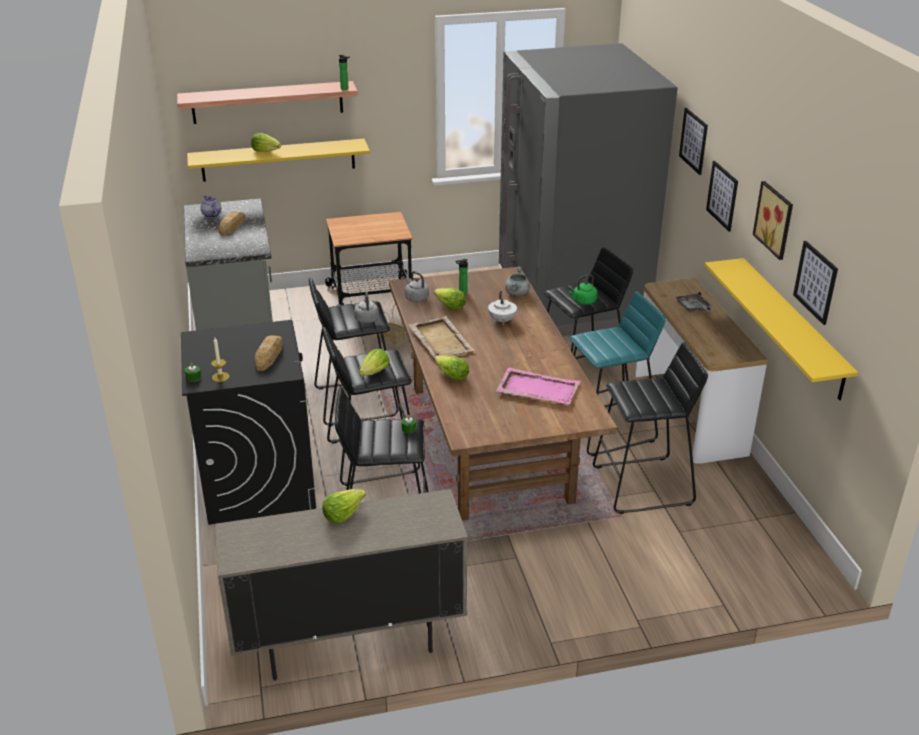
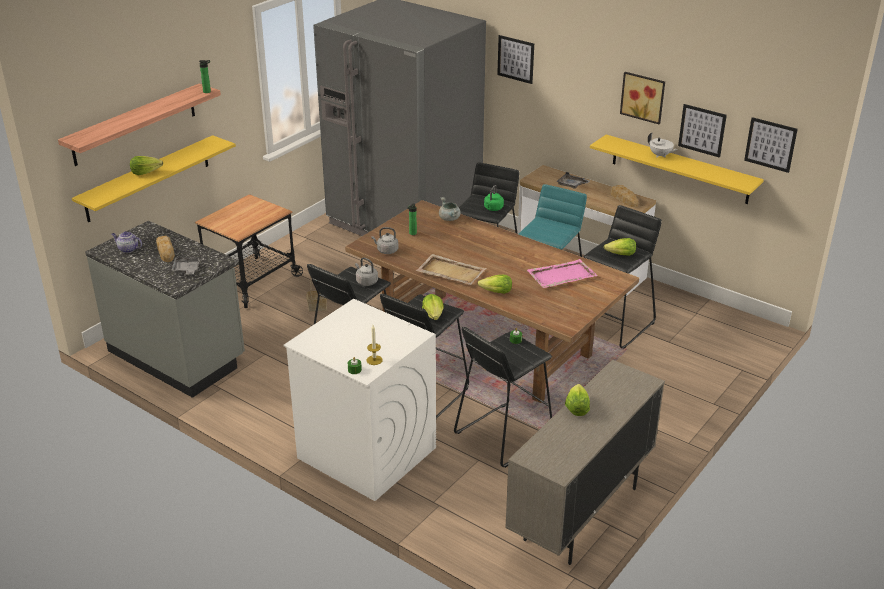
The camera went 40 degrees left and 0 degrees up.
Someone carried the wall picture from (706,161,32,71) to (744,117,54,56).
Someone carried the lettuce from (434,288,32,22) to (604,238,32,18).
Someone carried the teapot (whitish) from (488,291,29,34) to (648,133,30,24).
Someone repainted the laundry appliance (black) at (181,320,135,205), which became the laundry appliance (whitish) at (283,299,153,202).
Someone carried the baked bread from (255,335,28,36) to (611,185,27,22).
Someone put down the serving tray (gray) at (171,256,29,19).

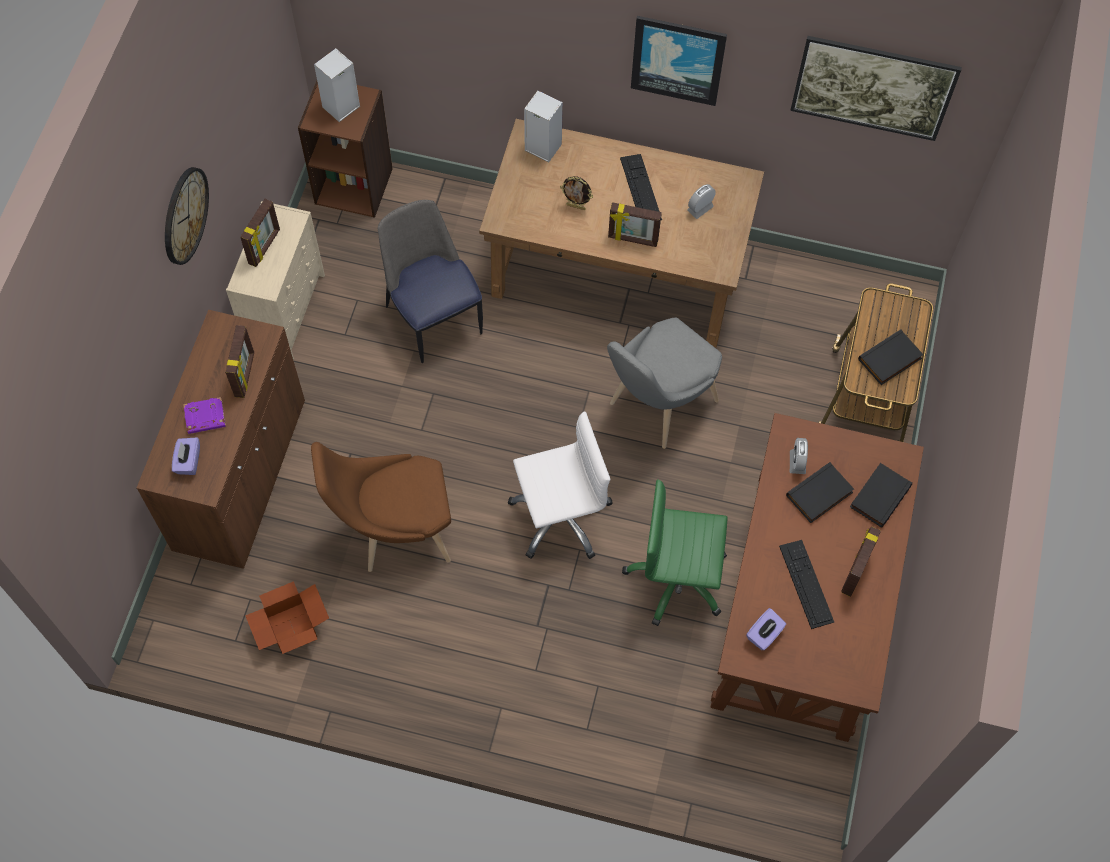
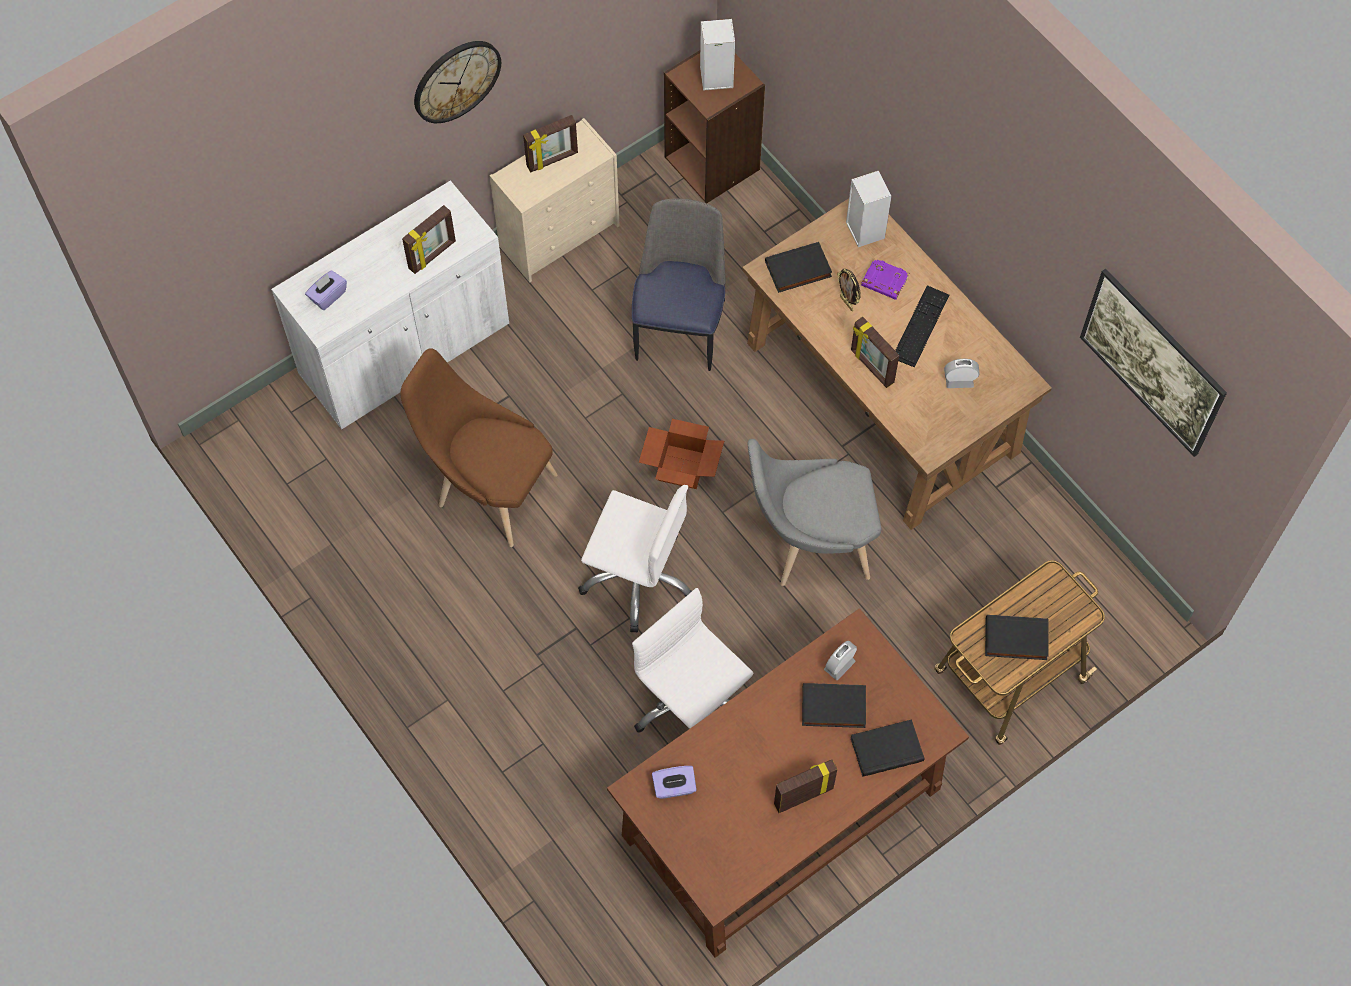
The camera went 40 degrees right and 0 degrees up.
Someone took away the wall picture at (631,16,96,90).
Someone repainted the storage cabinet (brown) at (137,310,168,259), which became the storage cabinet (whitish) at (271,181,238,248).
Someone carried the volume (purple) from (183,397,43,37) to (861,258,49,42).
Someone repainted the computer chair (green-coloured) at (622,479,106,147), which became the computer chair (whitish) at (632,588,121,145).
Someone took away the keyboard at (779,540,55,89).
Someone carried the cardboard box from (245,581,84,73) to (639,419,85,70).
Someone put down the volume (black) at (765,242,67,51).

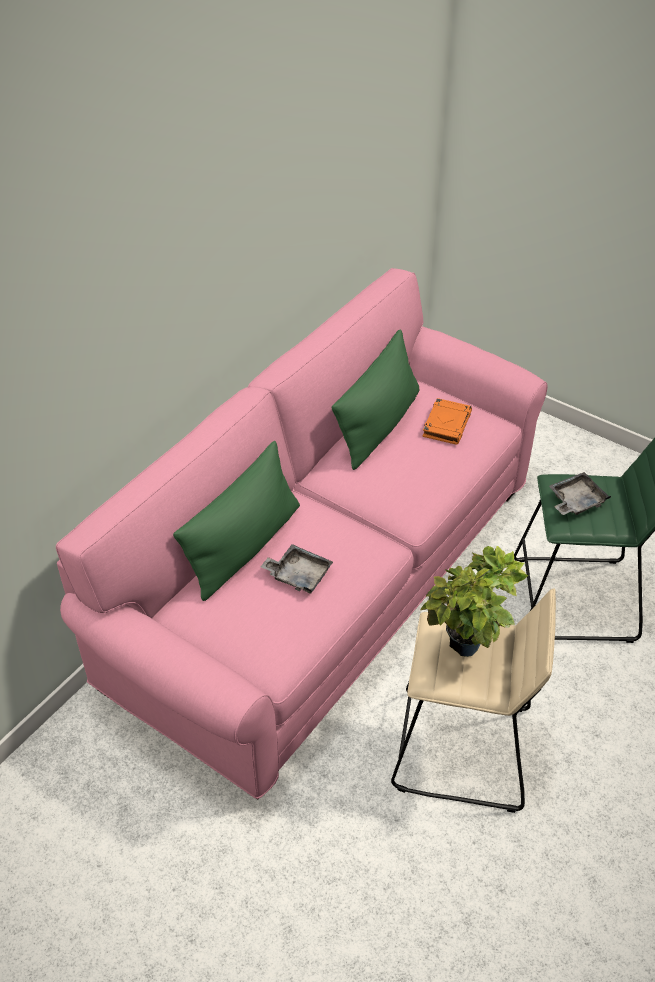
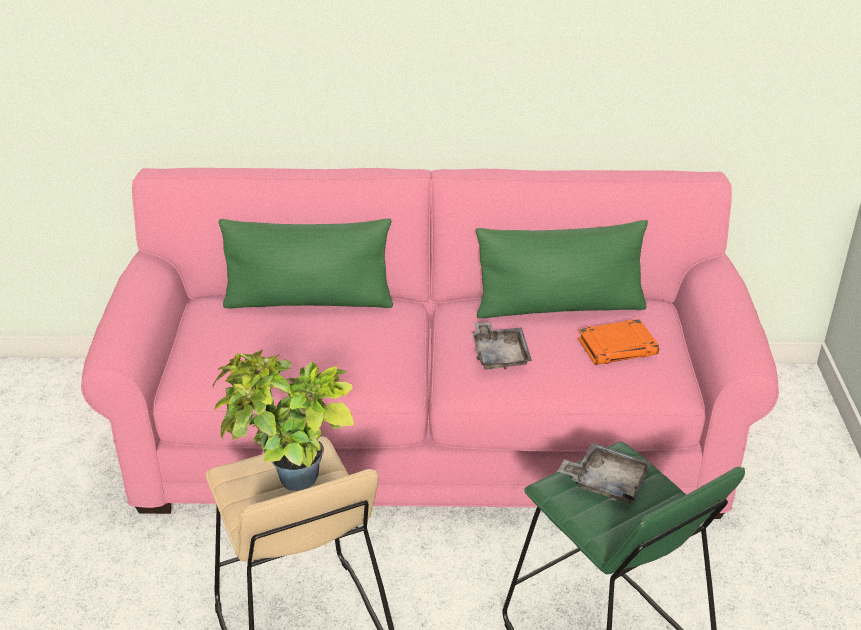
The camera went 55 degrees right and 10 degrees down.
Someone carried the serving tray (gray) from (260,544,73,50) to (472,322,60,48).

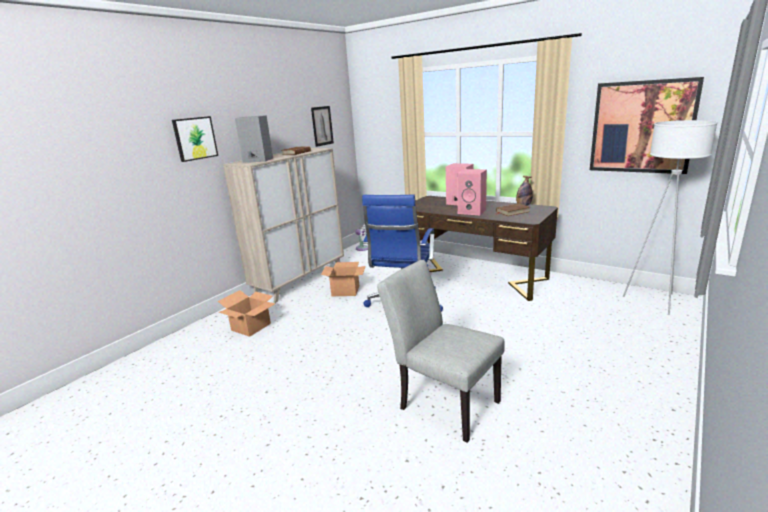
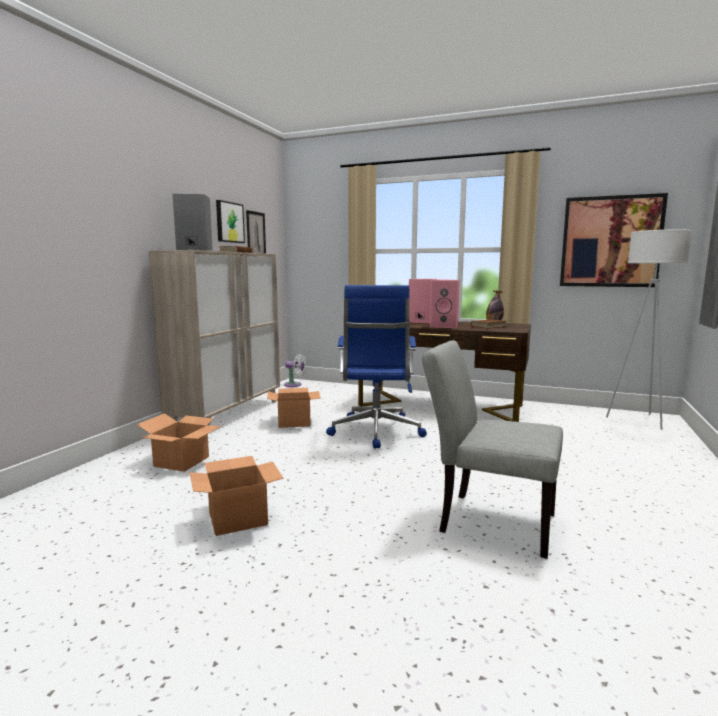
The camera went 15 degrees left and 10 degrees down.
Someone carried the wall picture from (172,116,46,46) to (216,200,29,43).
Someone put down the cardboard box at (190,456,94,80).

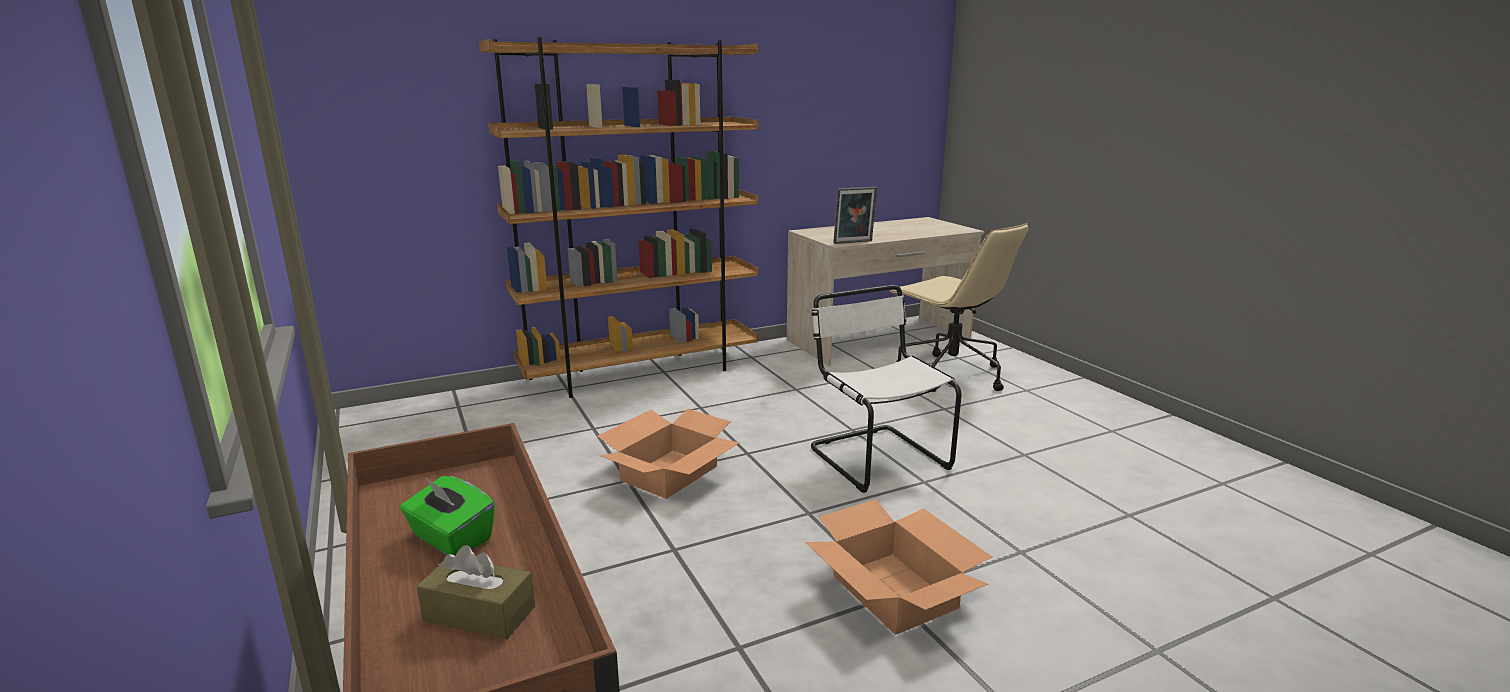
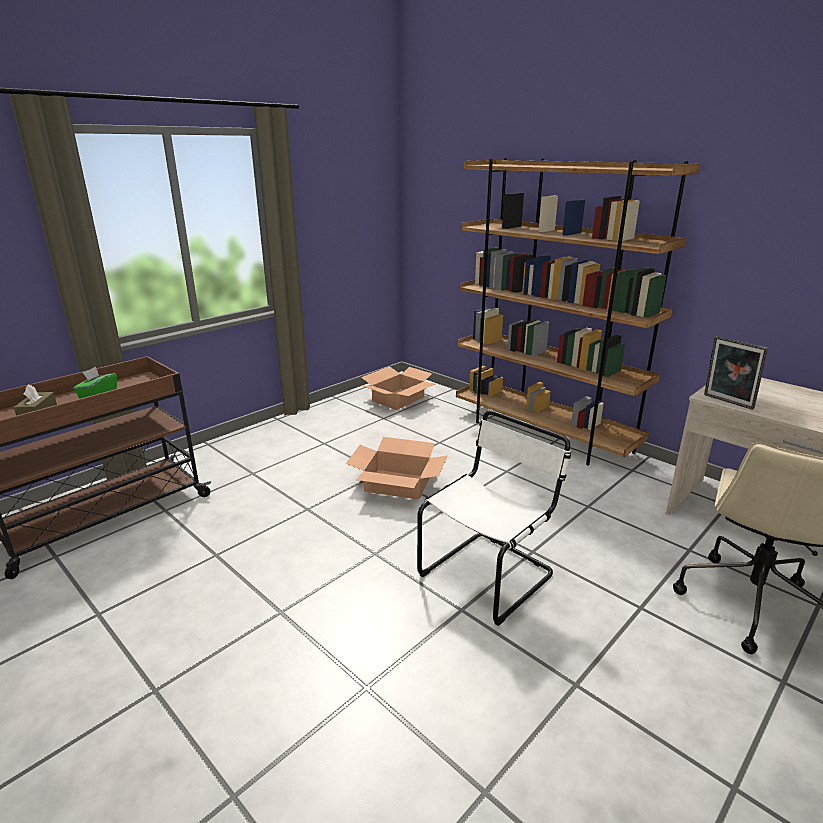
The camera went 70 degrees right and 5 degrees up.
Someone carried the cardboard box from (805,499,187,136) to (361,366,75,44).

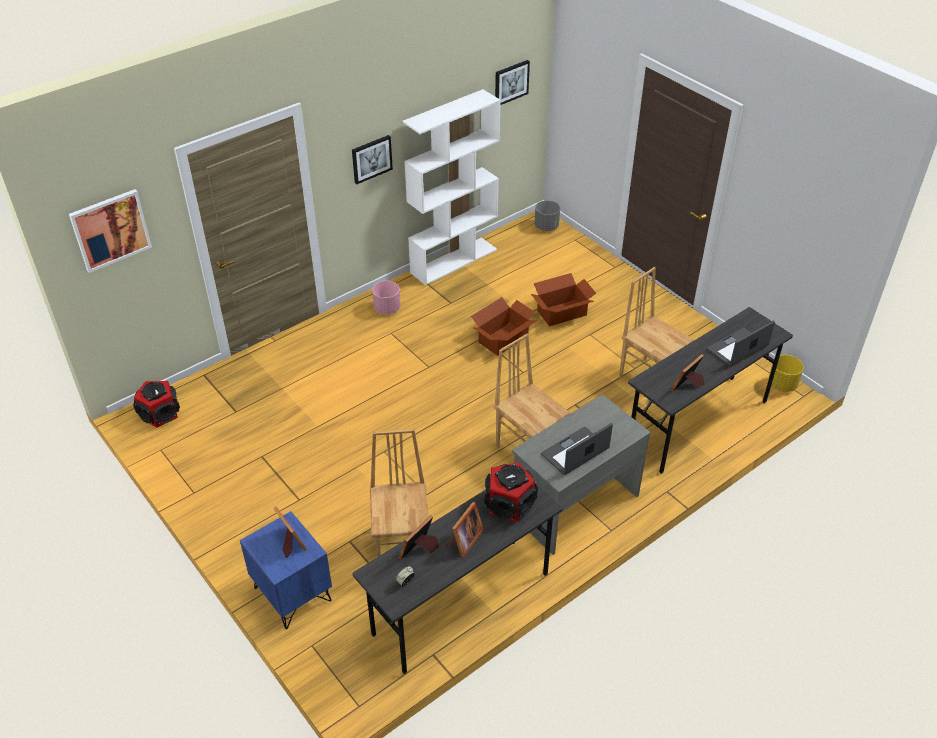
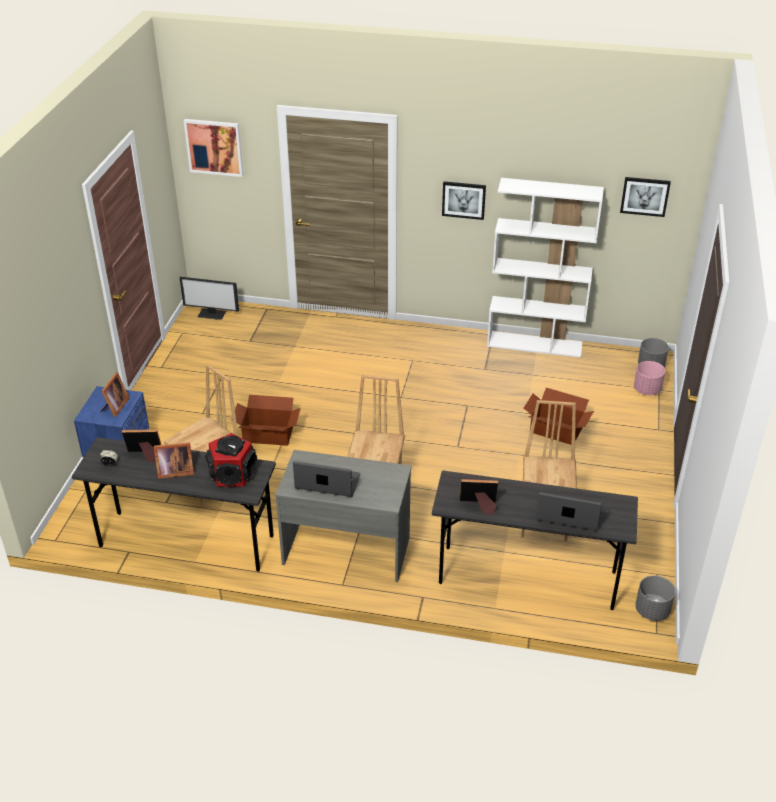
The camera went 50 degrees right and 5 degrees down.
Someone carried the planter (pink-coloured) from (372,281,29,34) to (634,361,31,34).
Someone carried the cardboard box from (471,297,67,59) to (235,395,66,51).
Someone repainted the planter (yellow-coloured) at (768,355,36,37), which became the planter (gray) at (635,575,40,46).
Someone swapped the audio speaker at (133,381,47,47) for the monitor at (179,277,60,43).

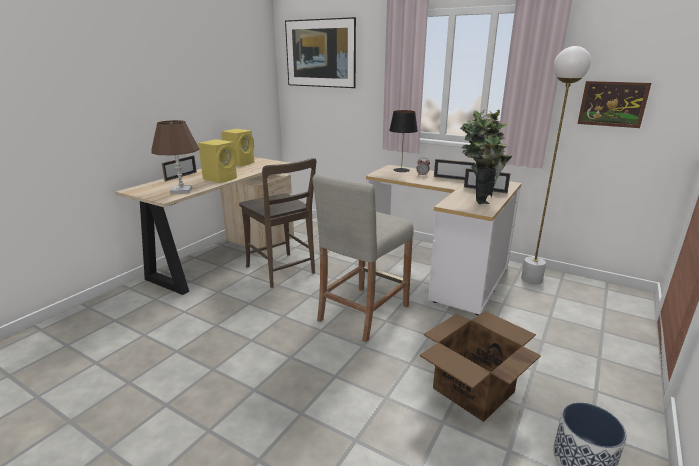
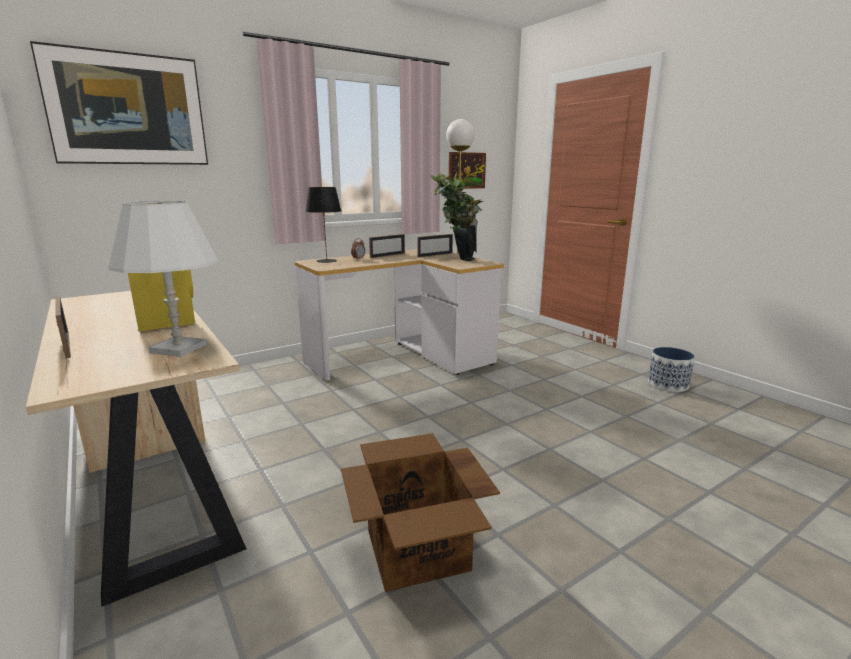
The camera went 65 degrees left and 5 degrees down.
Someone repainted the tabletop lamp (brown) at (151,120,49,74), which became the tabletop lamp (whitish) at (109,201,109,156).
Someone took away the audio speaker (yellow-coloured) at (221,129,33,38).
Someone took away the chair (brown) at (239,158,77,130).
Someone took away the stool seat (beige) at (313,173,101,169).
Someone carried the cardboard box from (420,311,121,111) to (341,433,159,159).

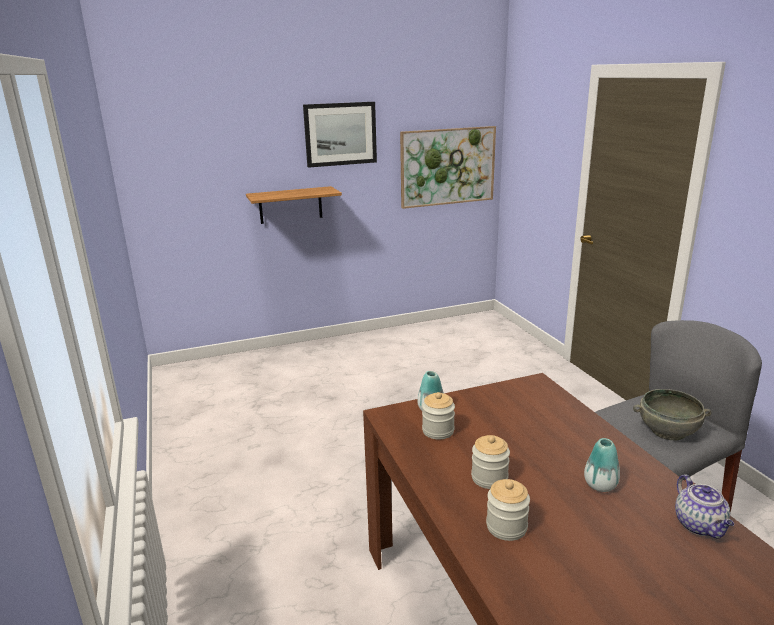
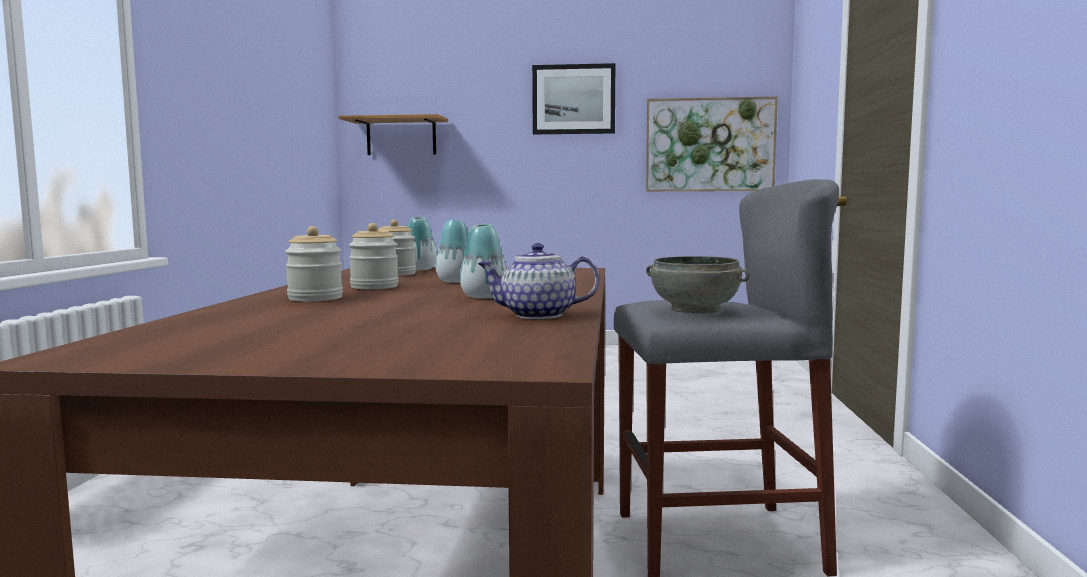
The camera went 25 degrees right and 15 degrees down.
Someone carried the bracket shelf from (246,186,96,38) to (339,114,109,41).
Someone rotated the teapot at (675,474,59,65) by 75 degrees clockwise.
Someone put down the flower vase at (436,220,32,63).

